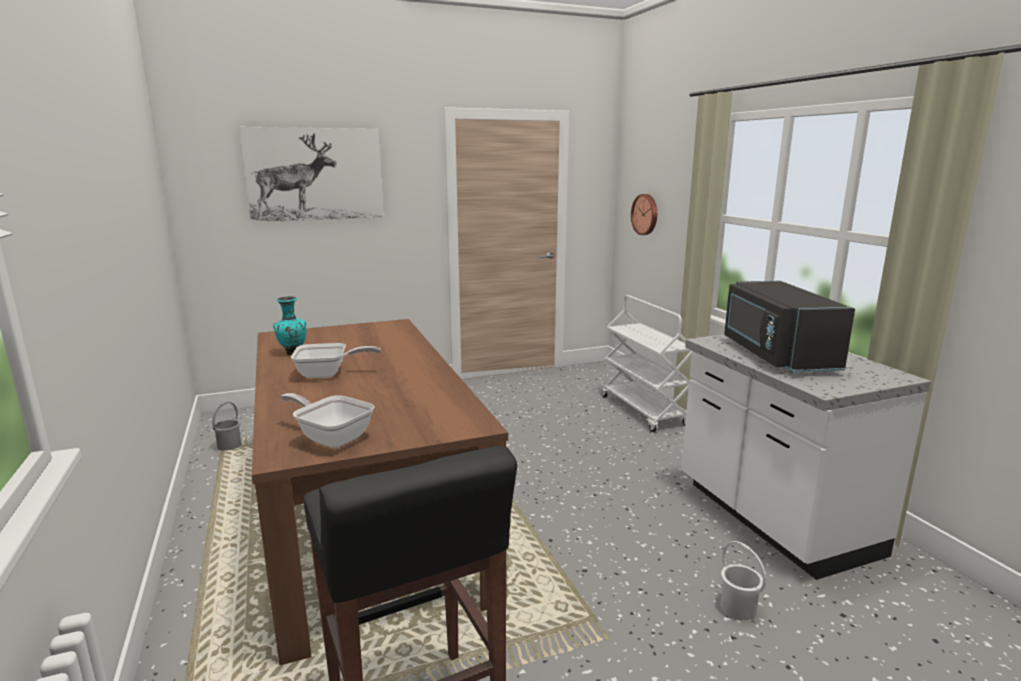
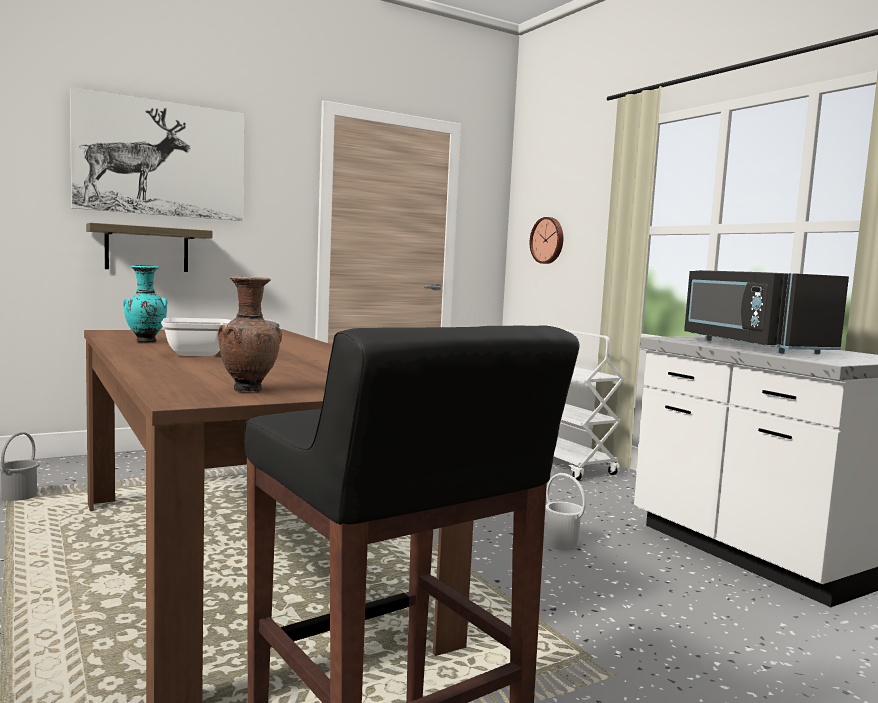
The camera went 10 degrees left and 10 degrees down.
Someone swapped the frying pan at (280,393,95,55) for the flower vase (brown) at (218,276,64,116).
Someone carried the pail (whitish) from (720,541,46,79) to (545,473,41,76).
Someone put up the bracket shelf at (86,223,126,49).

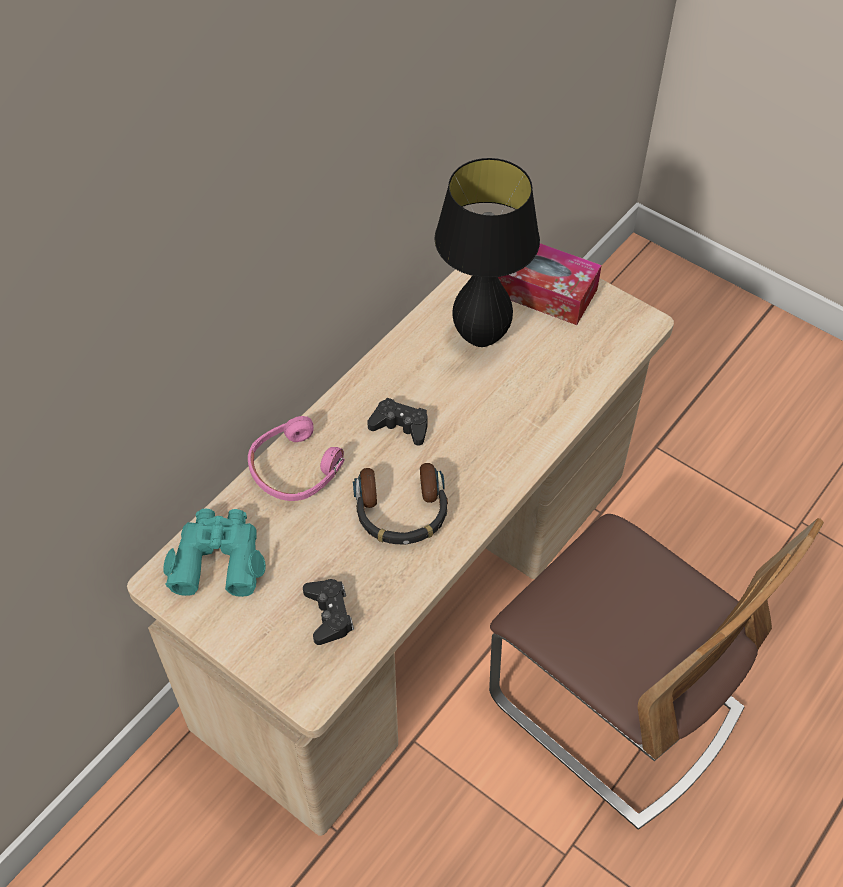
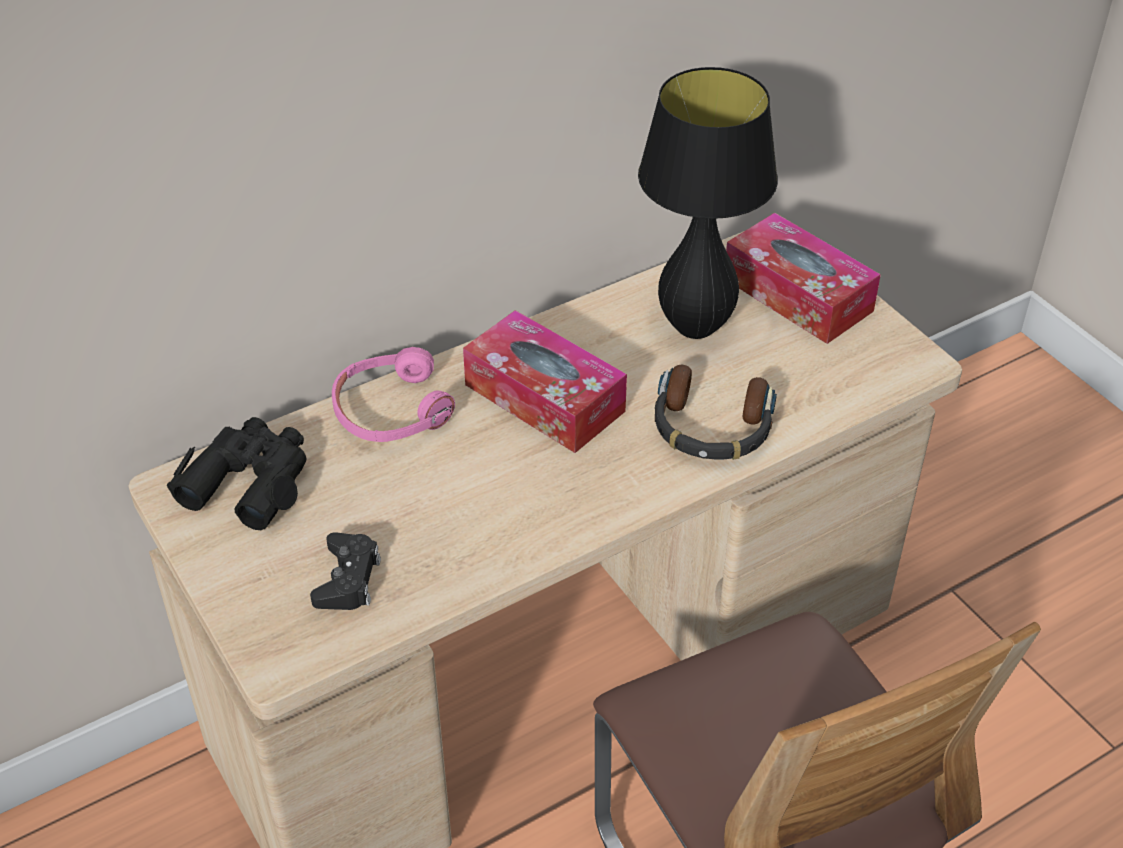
The camera went 20 degrees right and 10 degrees down.
Someone swapped the joypad (black) at (367,398,60,48) for the tissue box at (463,310,164,143).
Someone carried the headset from (353,463,95,81) to (655,365,122,95).
Someone repainted the pair of binoculars (turquoise-coloured) at (163,509,103,88), which became the pair of binoculars (black) at (166,417,140,113).

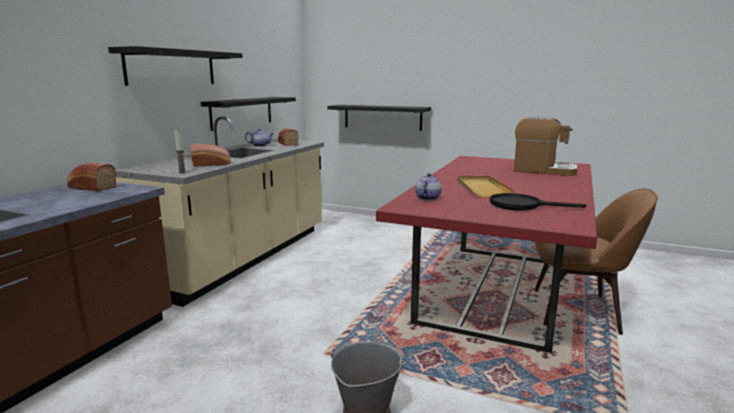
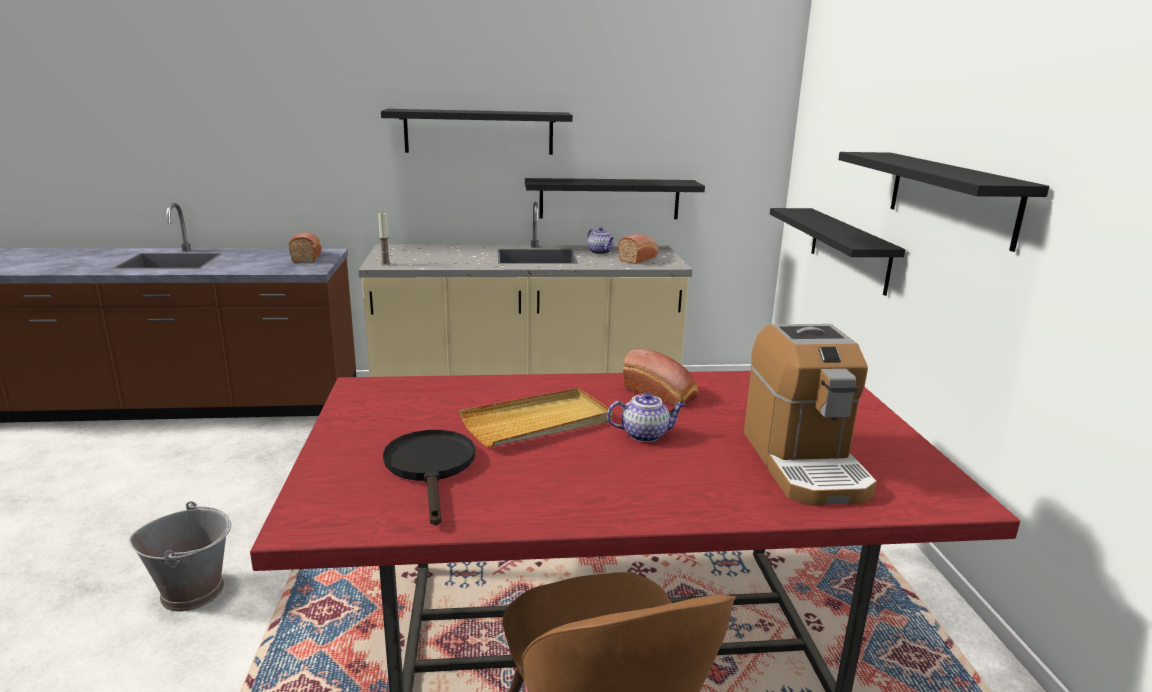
The camera went 60 degrees right and 5 degrees up.
Someone carried the baked bread from (190,144,41,23) to (623,349,75,57).
Someone carried the teapot from (415,173,26,27) to (607,392,78,50).
Someone put up the bracket shelf (black) at (838,152,211,100).

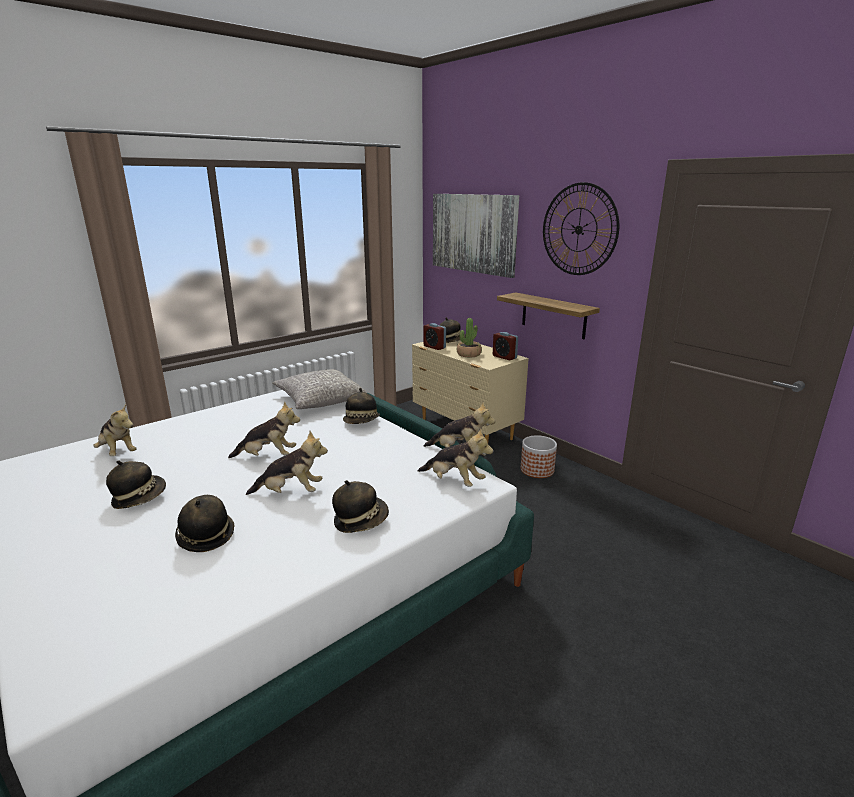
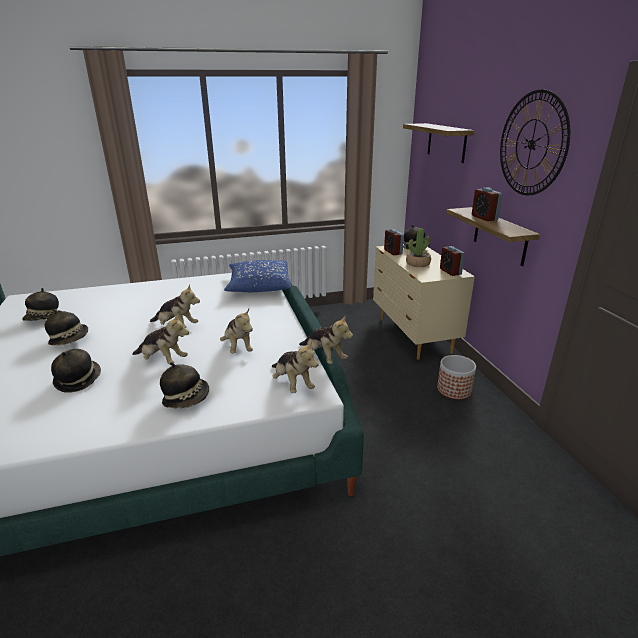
The camera went 25 degrees right and 5 degrees up.
Someone swapped the wall picture at (433,194,86,84) for the bracket shelf at (403,123,72,40).
Someone repainted the pillow (gray) at (272,369,95,40), which became the pillow (bluish) at (224,260,67,32).
Someone carried the wearable hat from (343,388,37,36) to (22,288,38,33).
Someone carried the cuddly toy from (93,404,44,52) to (220,309,33,45).
Someone put down the table clock at (472,188,30,33).

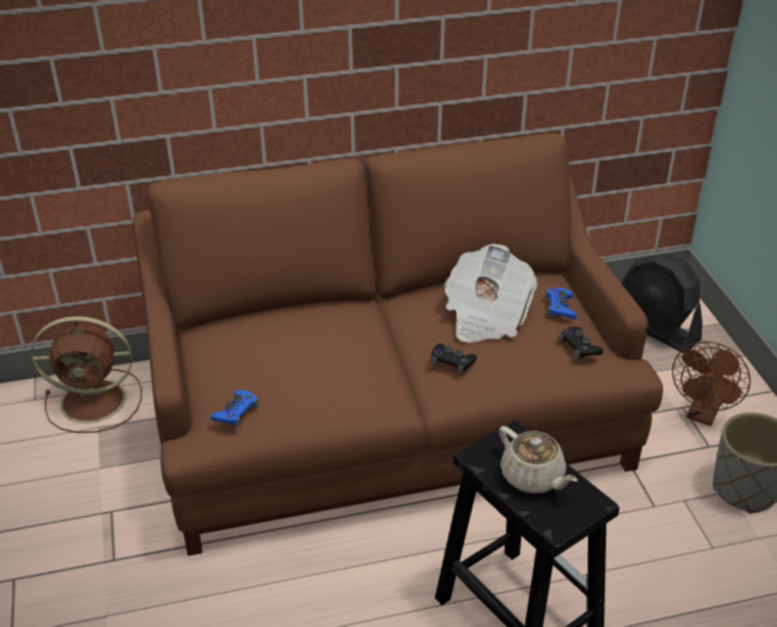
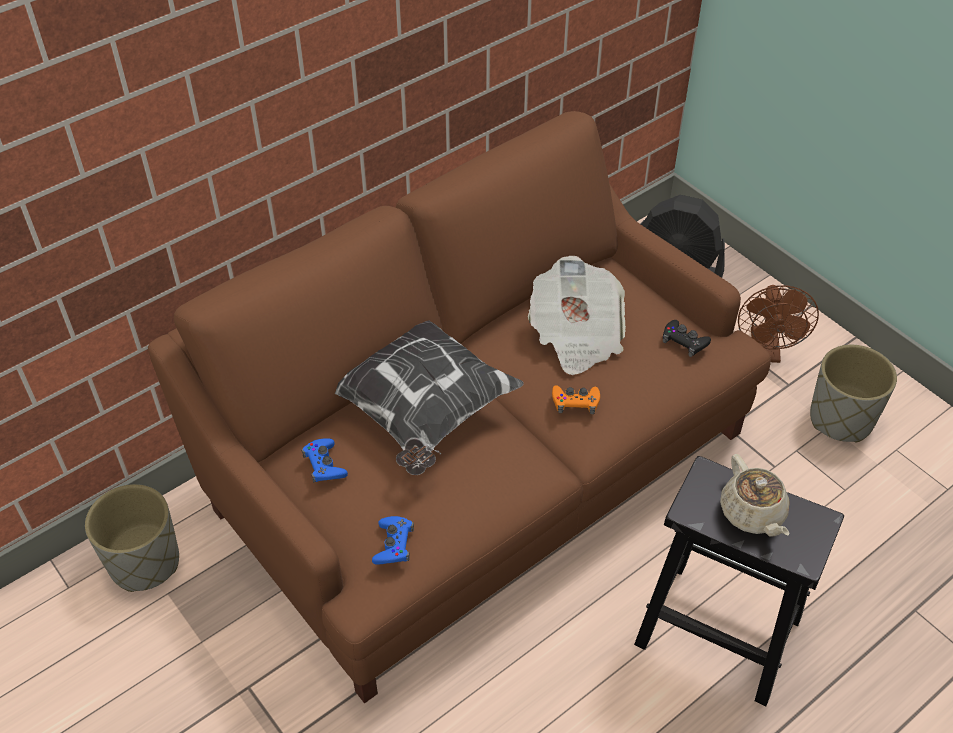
The camera went 25 degrees left and 10 degrees up.
Someone carried the joypad (bluish) from (545,288,32,31) to (301,438,47,44).
Someone swapped the electric fan (brown) at (31,316,111,117) for the planter (gray) at (85,484,94,108).
Someone repainted the joypad (black) at (431,344,46,30), which became the joypad (orange) at (552,385,48,29).
Someone rotated the teapot (beige) at (499,426,79,68) by 45 degrees clockwise.
Someone put down the pillow at (335,321,189,154).

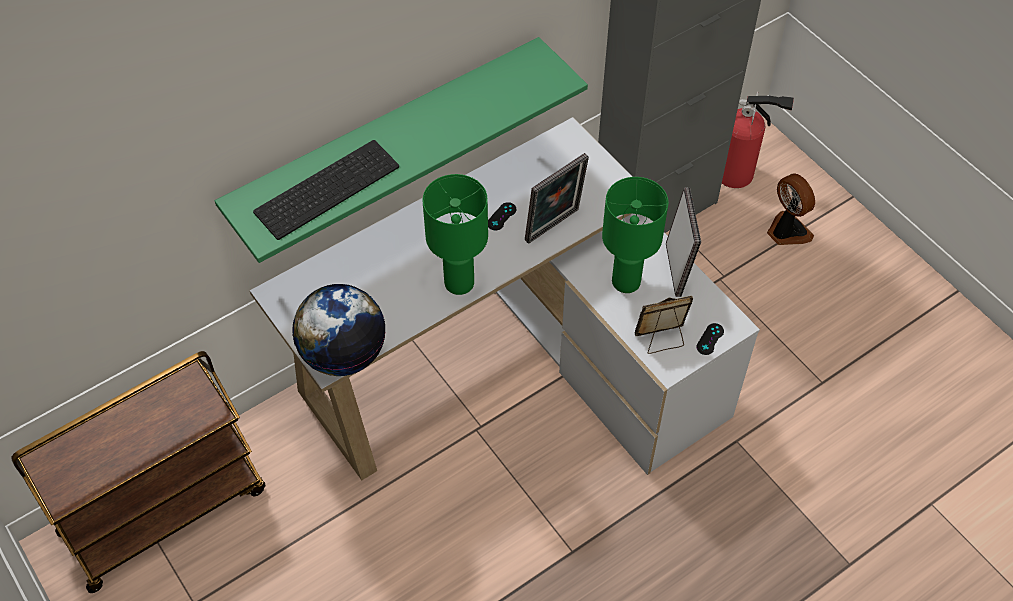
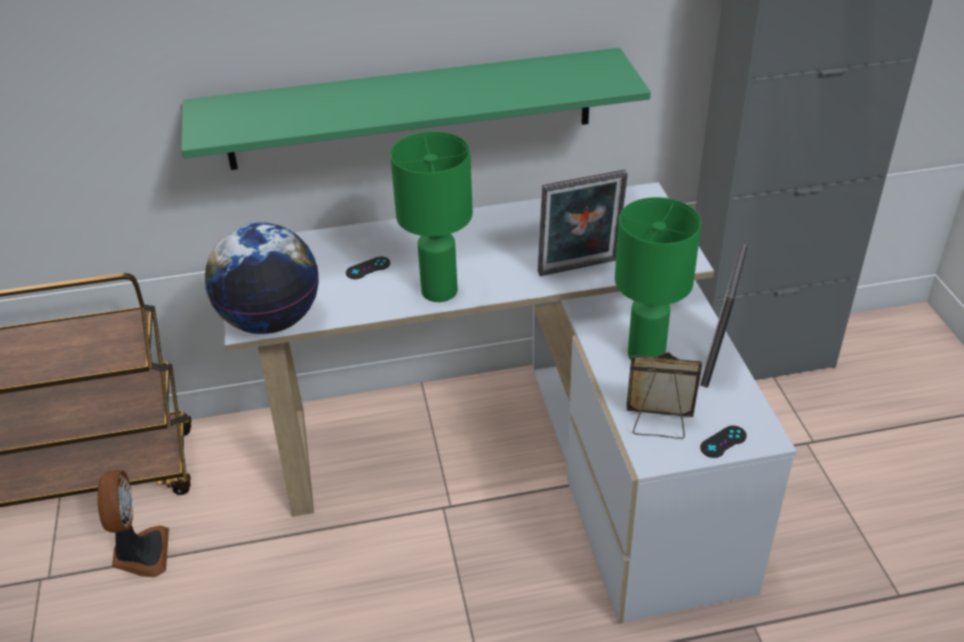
The camera went 25 degrees right and 15 degrees down.
Someone took away the fire-fighting cylinder at (722,92,72,96).
Someone took away the keyboard at (253,140,146,100).
Someone carried the electric fan from (767,173,48,72) to (97,470,72,107).
Someone carried the joypad (black) from (488,202,28,28) to (346,257,44,22).

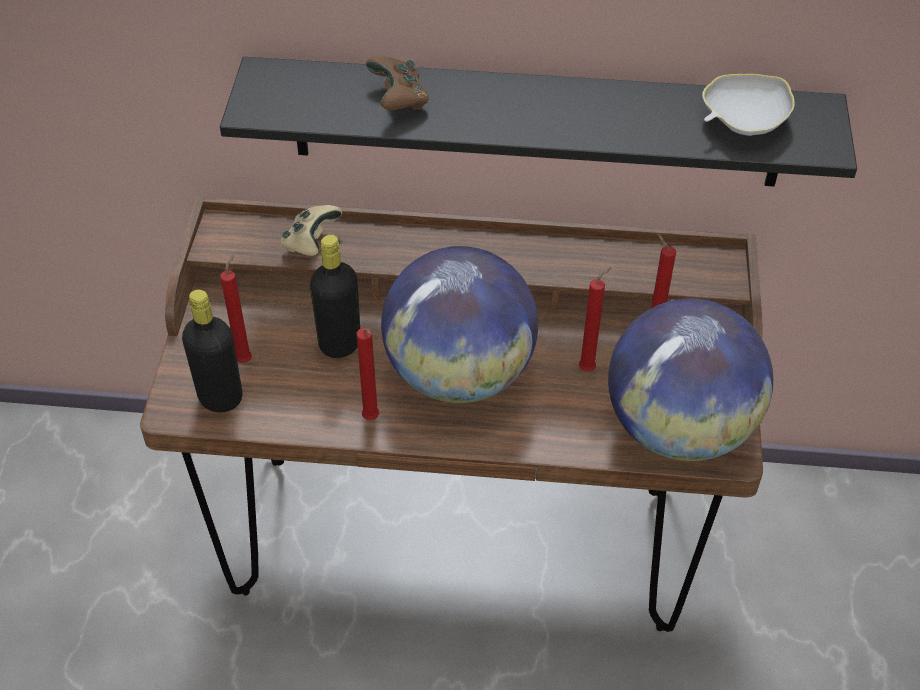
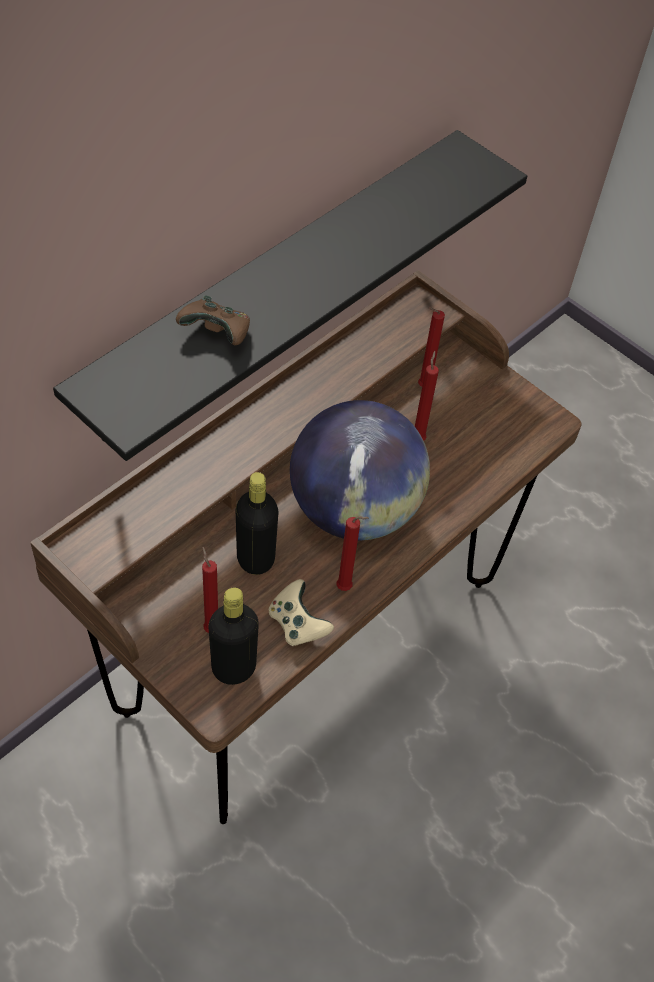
The camera went 55 degrees left and 5 degrees up.
Someone took away the bowl (whitish) at (702,74,92,62).
Someone carried the joypad (beige) from (281,205,61,51) to (269,579,65,67).
Someone took away the desk globe at (608,299,165,162).

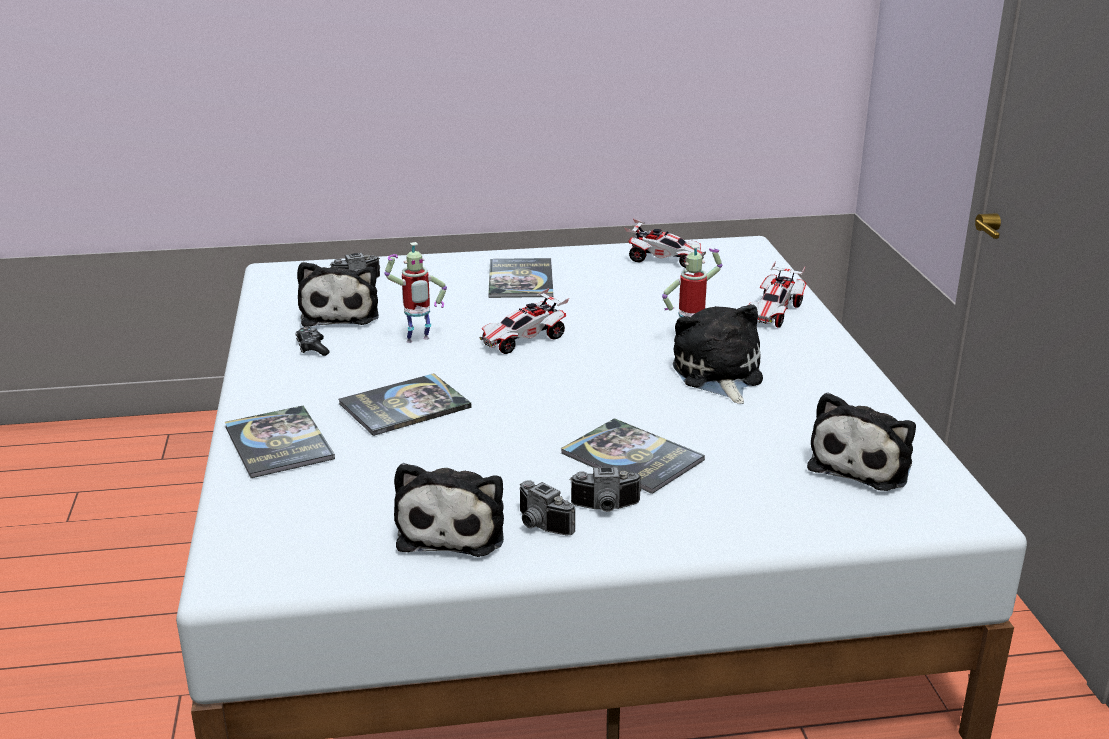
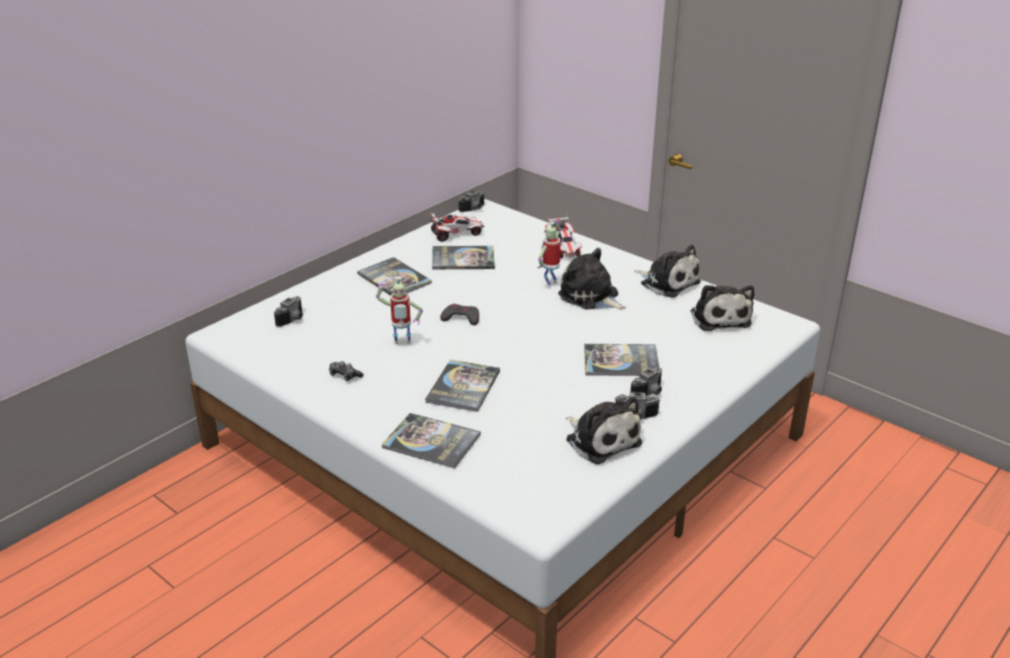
The camera went 40 degrees left and 5 degrees up.
Someone rotated the model robot at (384,242,63,101) by 60 degrees clockwise.
Someone carried the cuddly toy from (297,262,82,65) to (634,245,67,53).
Someone swapped the toy car at (480,288,89,66) for the joypad (gray) at (440,304,39,21).
Someone put down the still camera at (459,191,25,21).
Someone put down the volume at (432,246,63,23).

